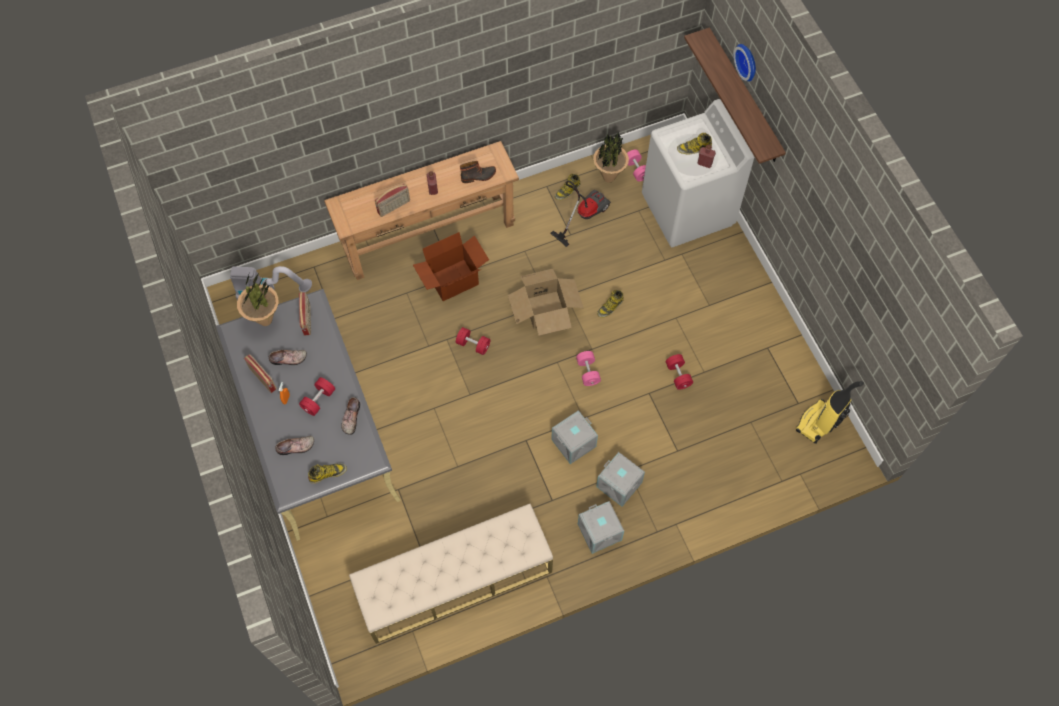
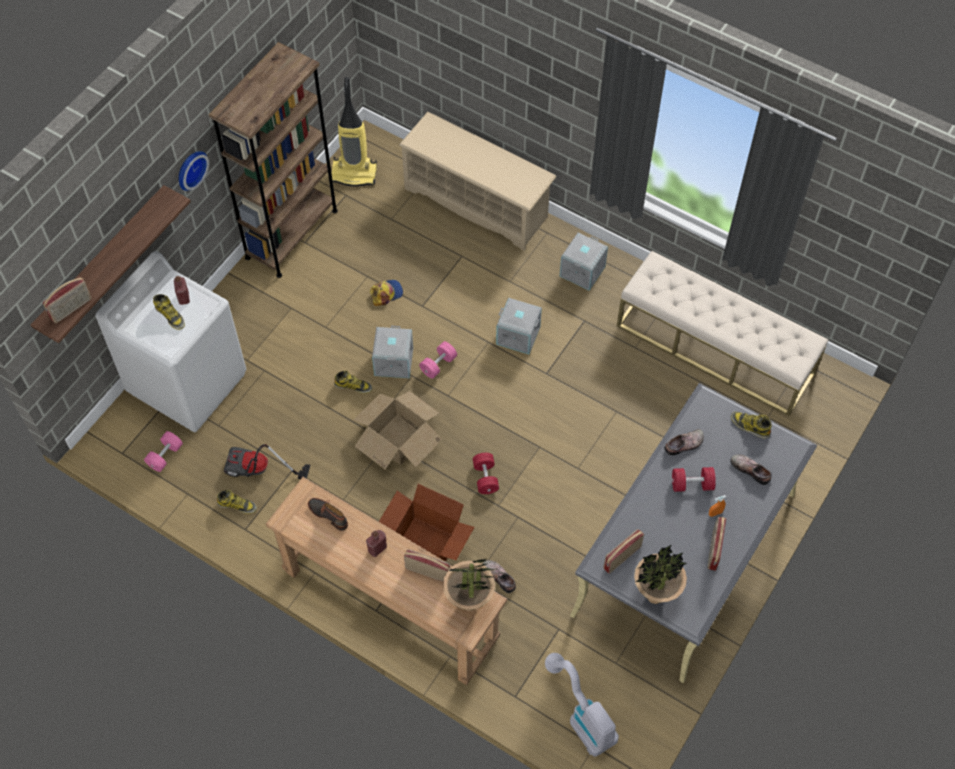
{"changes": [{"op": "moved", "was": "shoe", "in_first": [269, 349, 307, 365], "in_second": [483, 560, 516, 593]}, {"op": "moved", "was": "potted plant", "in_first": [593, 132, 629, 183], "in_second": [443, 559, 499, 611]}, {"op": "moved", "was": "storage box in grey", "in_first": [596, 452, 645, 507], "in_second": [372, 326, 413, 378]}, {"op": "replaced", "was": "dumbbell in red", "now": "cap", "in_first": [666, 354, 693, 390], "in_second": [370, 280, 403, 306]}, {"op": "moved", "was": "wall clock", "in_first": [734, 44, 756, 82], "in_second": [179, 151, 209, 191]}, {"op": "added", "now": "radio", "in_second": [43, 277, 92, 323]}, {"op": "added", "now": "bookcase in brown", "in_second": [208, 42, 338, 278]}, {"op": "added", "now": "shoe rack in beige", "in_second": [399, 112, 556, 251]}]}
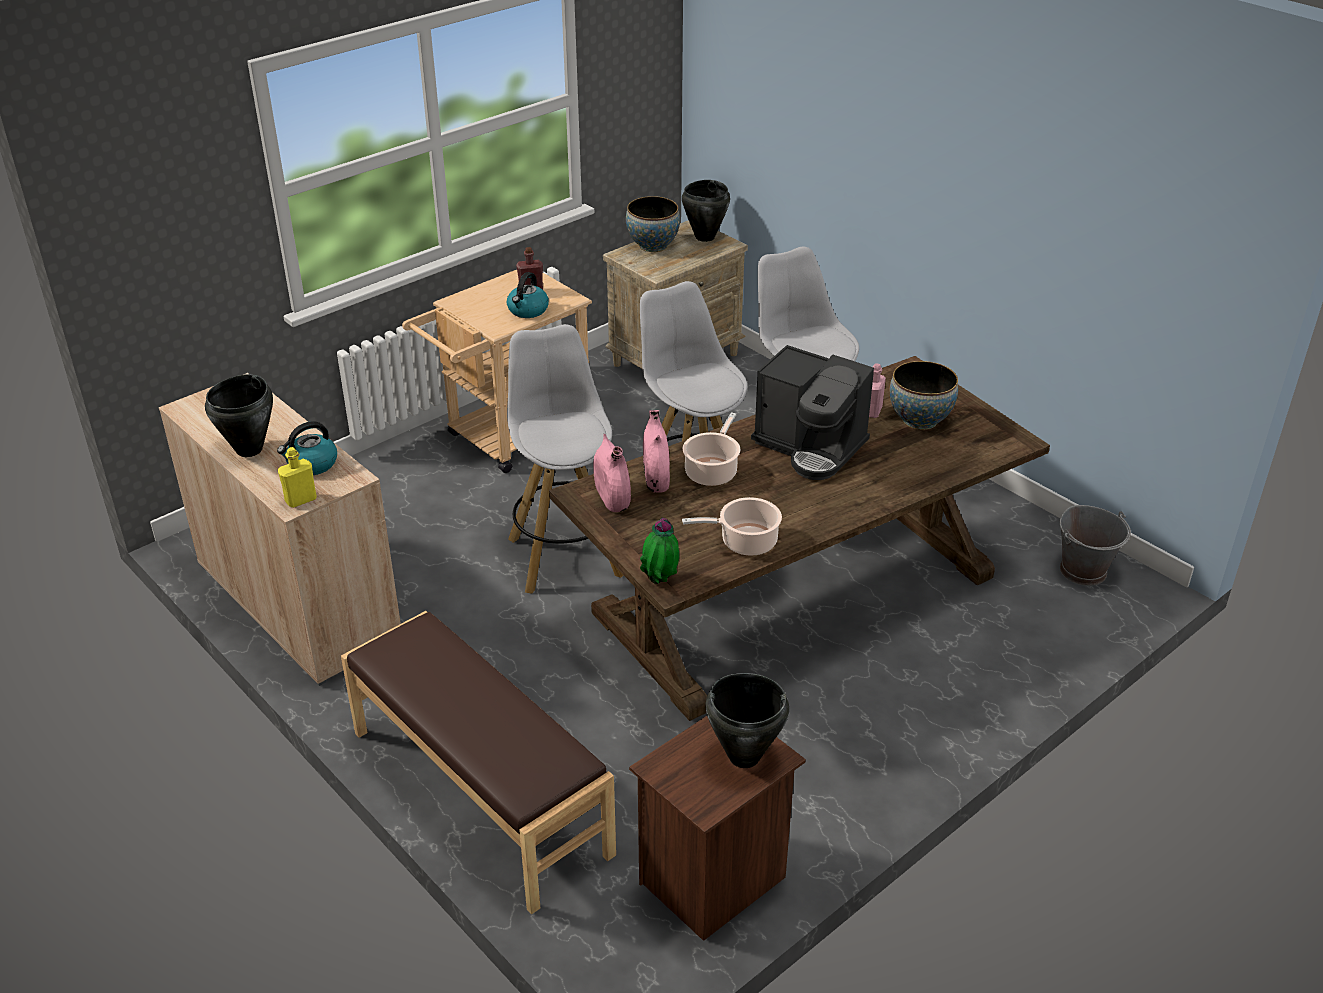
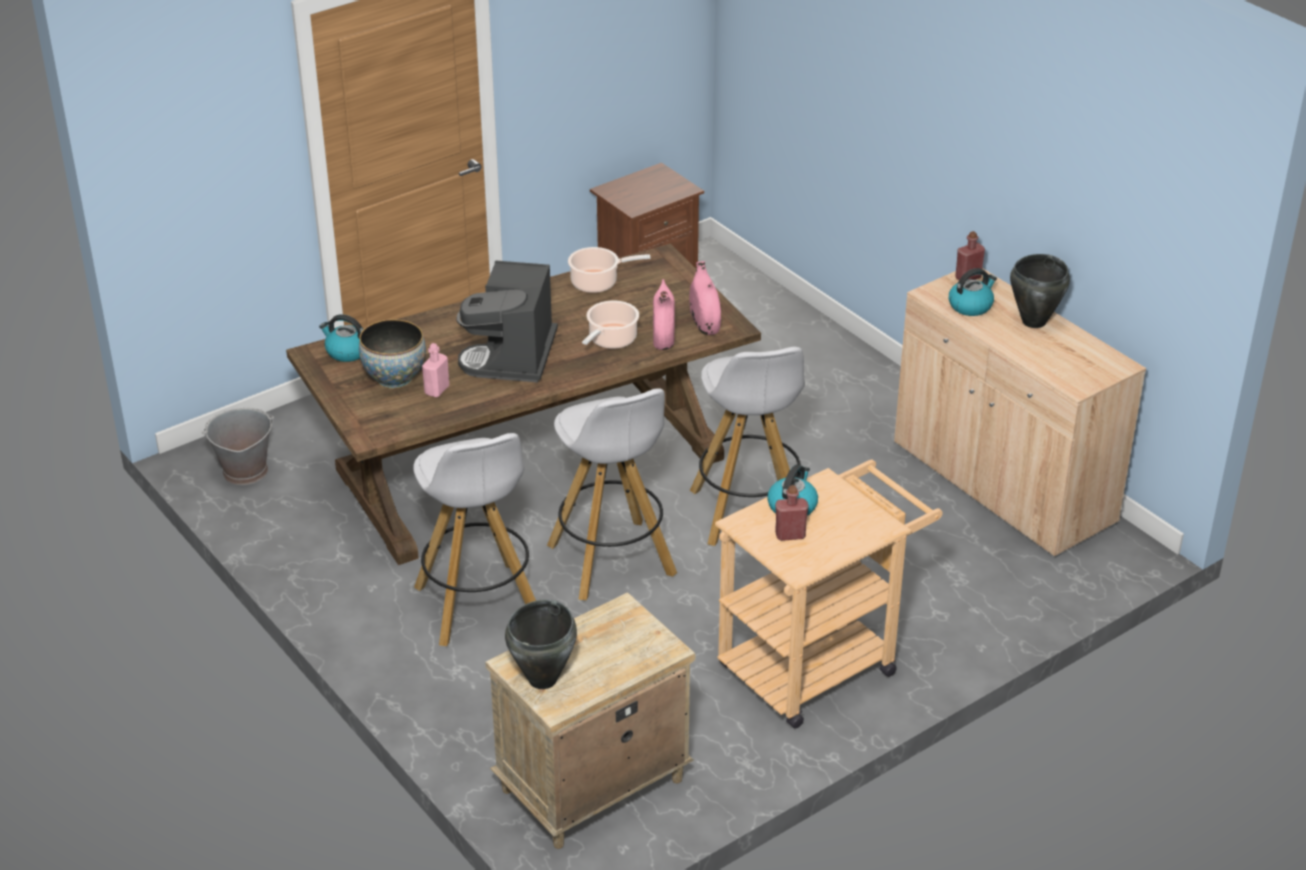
{"changes": [{"op": "recoloured", "was": "bottle in yellow", "now": "bottle in red", "in_first": [278, 447, 317, 508], "in_second": [955, 231, 985, 280]}, {"op": "removed", "was": "bench in brown", "in_first": [341, 611, 616, 914]}, {"op": "removed", "was": "bowl", "in_first": [626, 196, 680, 252]}, {"op": "removed", "was": "potted plant", "in_first": [640, 518, 679, 584]}, {"op": "removed", "was": "cooking pot in black", "in_first": [705, 673, 789, 768]}, {"op": "turned", "was": "coffee machine", "in_first": [751, 345, 874, 480], "in_second": [456, 260, 558, 383], "clockwise": -120}, {"op": "added", "now": "kettle", "in_second": [319, 314, 363, 362]}]}
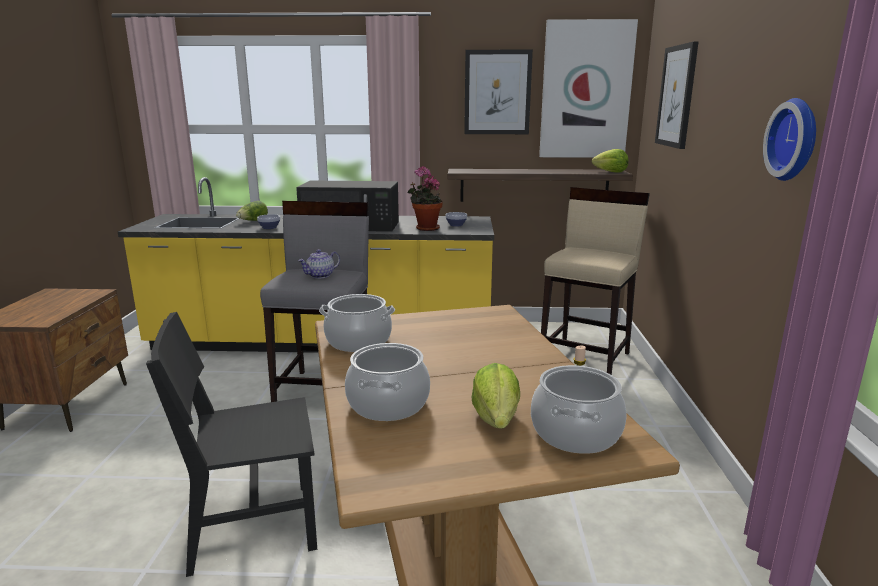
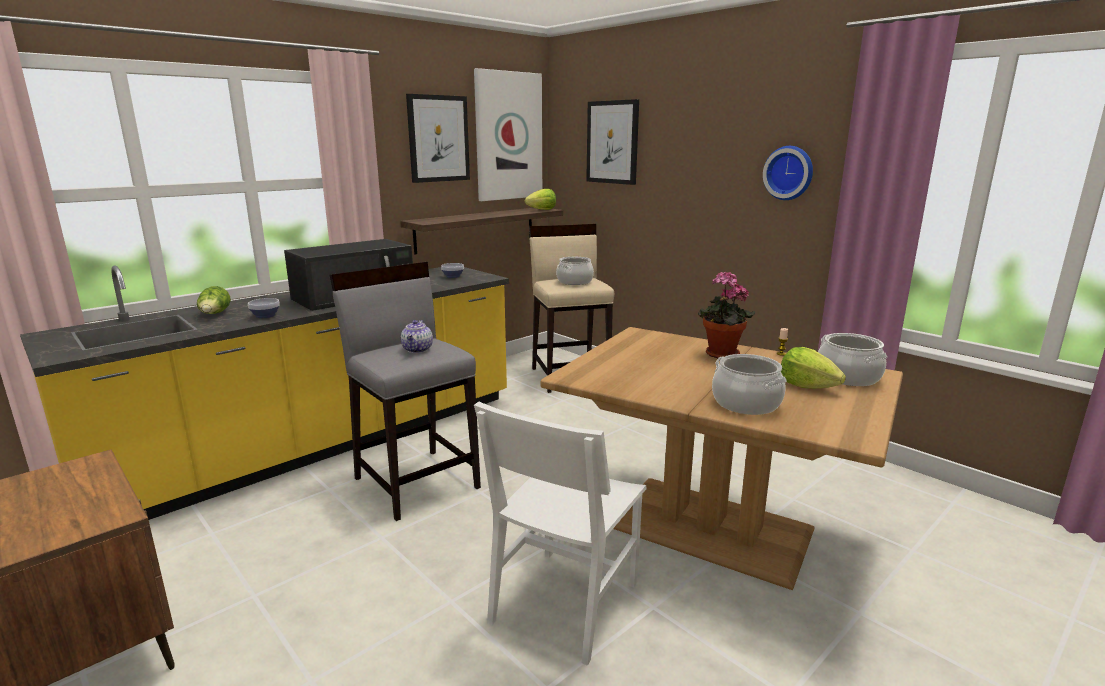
{"changes": [{"op": "recoloured", "was": "chair in black", "now": "chair in white", "in_first": [146, 312, 317, 577], "in_second": [474, 401, 647, 666]}, {"op": "moved", "was": "cooking pot", "in_first": [319, 294, 395, 352], "in_second": [556, 257, 594, 285]}, {"op": "moved", "was": "potted plant", "in_first": [408, 166, 443, 231], "in_second": [698, 272, 755, 358]}]}
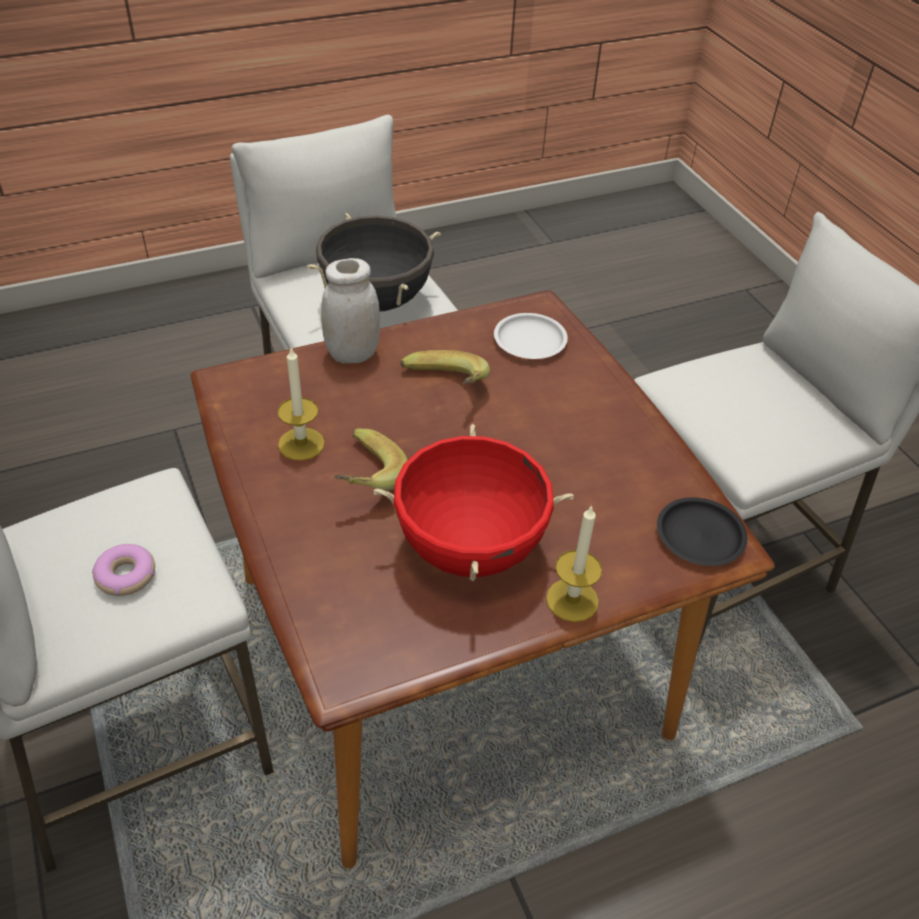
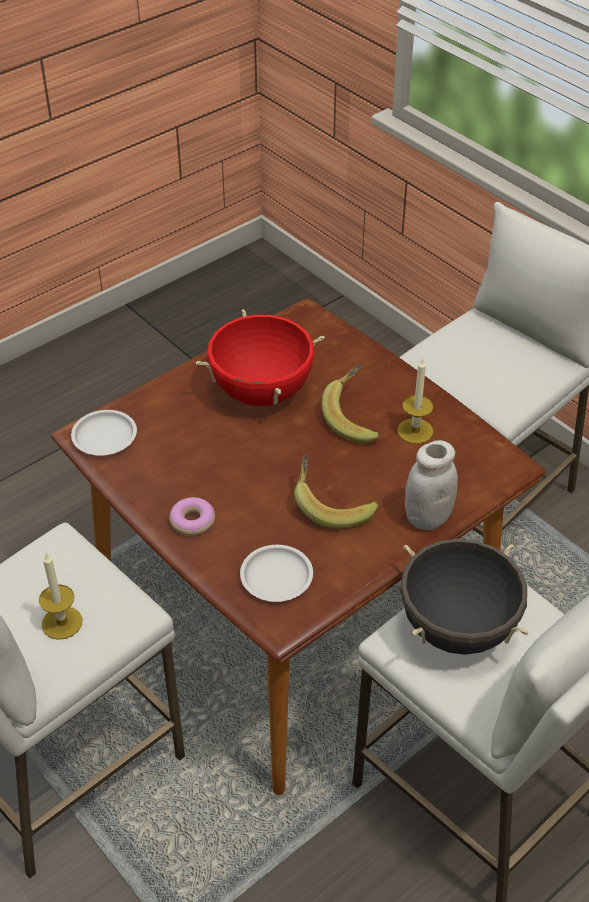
{"changes": [{"op": "moved", "was": "donut", "in_first": [92, 544, 155, 596], "in_second": [169, 497, 215, 536]}, {"op": "moved", "was": "candle", "in_first": [546, 505, 602, 622], "in_second": [39, 553, 82, 640]}, {"op": "recoloured", "was": "plate in black", "now": "plate in white", "in_first": [657, 497, 747, 566], "in_second": [71, 410, 137, 456]}]}
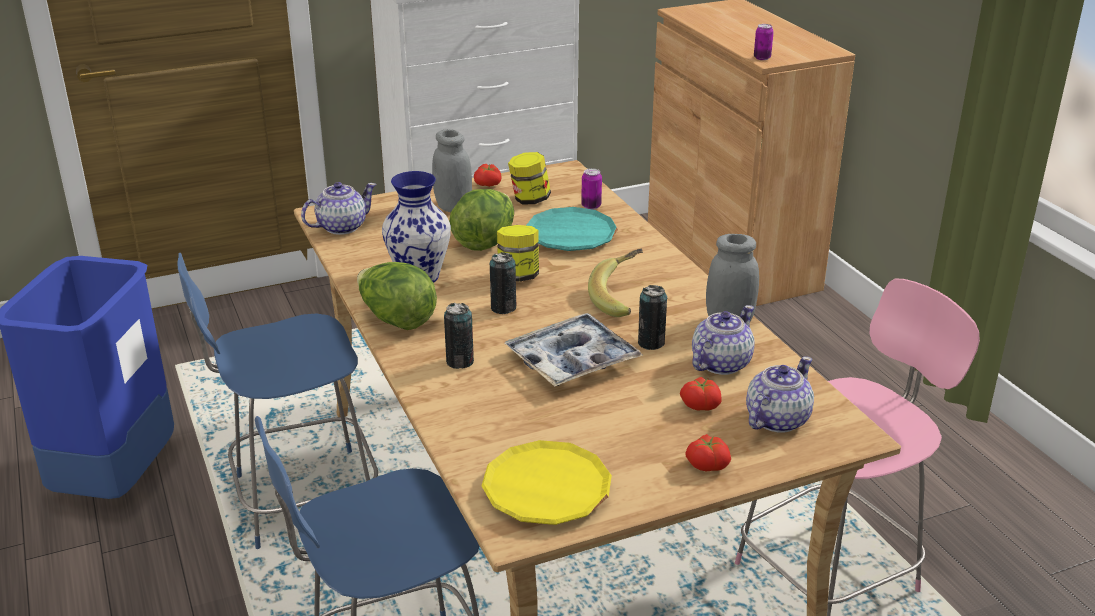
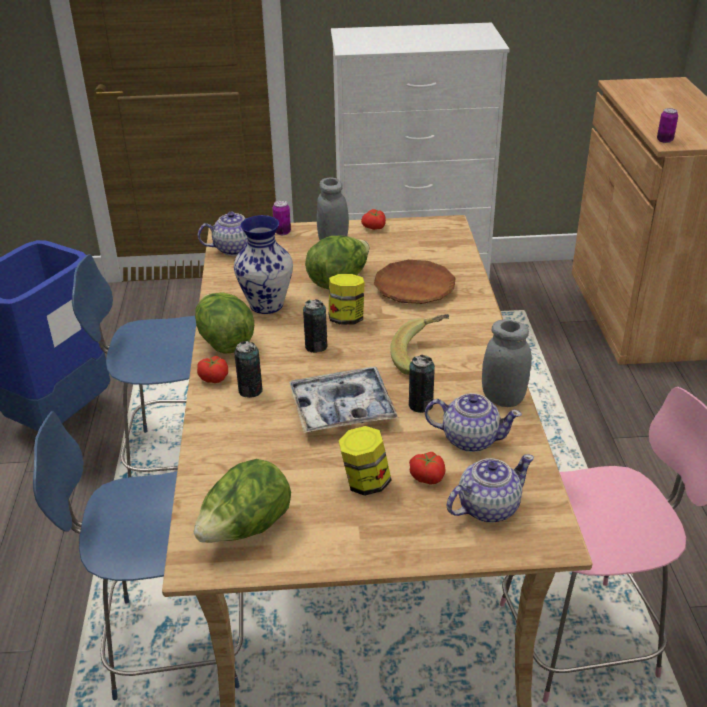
{"changes": [{"op": "replaced", "was": "plate in yellow", "now": "lettuce", "in_first": [482, 440, 612, 525], "in_second": [194, 459, 291, 543]}, {"op": "moved", "was": "jar", "in_first": [508, 152, 551, 205], "in_second": [338, 426, 392, 496]}, {"op": "recoloured", "was": "plate in turquoise", "now": "plate in brown", "in_first": [526, 207, 618, 251], "in_second": [374, 260, 456, 304]}, {"op": "moved", "was": "can", "in_first": [581, 168, 602, 210], "in_second": [273, 200, 291, 235]}, {"op": "moved", "was": "tomato", "in_first": [685, 434, 731, 472], "in_second": [197, 356, 228, 383]}, {"op": "turned", "was": "teapot", "in_first": [692, 305, 755, 375], "in_second": [425, 393, 522, 452], "clockwise": 45}]}
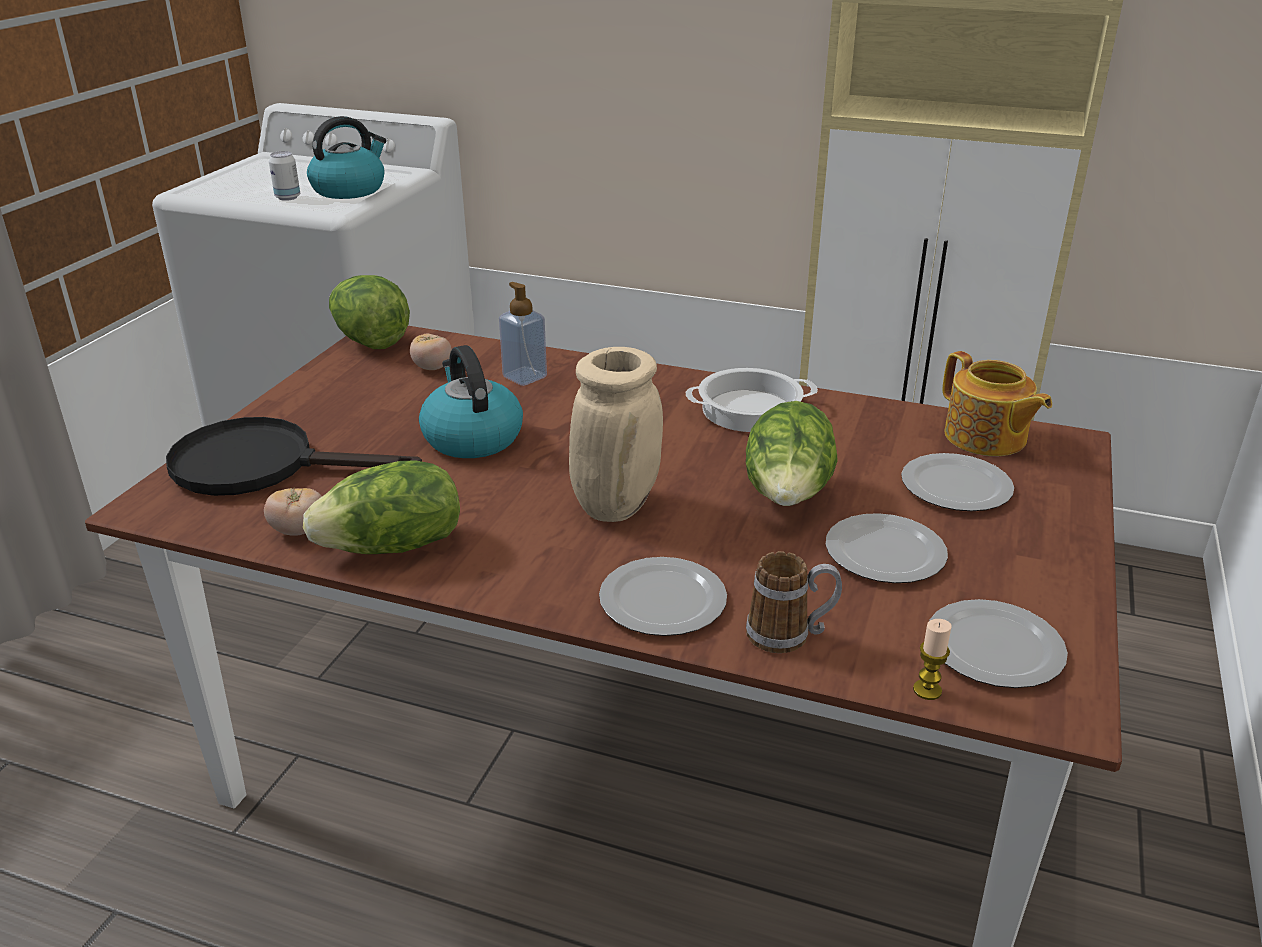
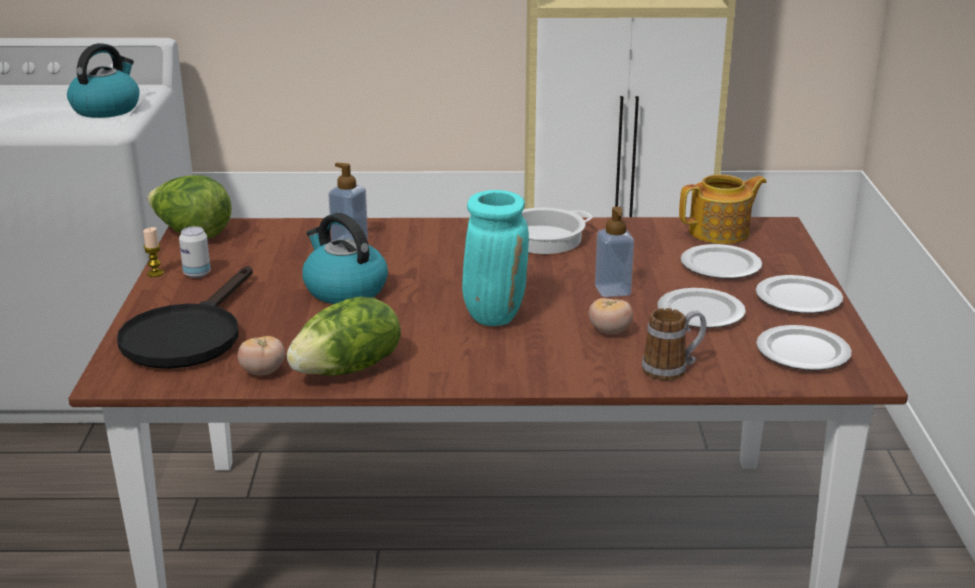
{"changes": [{"op": "turned", "was": "frying pan in black", "in_first": [166, 417, 422, 496], "in_second": [117, 266, 253, 369], "clockwise": -60}, {"op": "moved", "was": "can", "in_first": [269, 151, 300, 201], "in_second": [179, 226, 211, 278]}, {"op": "moved", "was": "tomato", "in_first": [410, 333, 452, 370], "in_second": [589, 298, 633, 334]}, {"op": "recoloured", "was": "vase in beige", "now": "vase in turquoise", "in_first": [569, 347, 663, 522], "in_second": [462, 190, 529, 326]}, {"op": "moved", "was": "plate", "in_first": [599, 557, 727, 636], "in_second": [756, 275, 843, 314]}, {"op": "replaced", "was": "lettuce", "now": "soap dispenser", "in_first": [746, 401, 838, 506], "in_second": [595, 206, 634, 297]}, {"op": "moved", "was": "candle", "in_first": [913, 619, 952, 700], "in_second": [143, 227, 164, 277]}, {"op": "turned", "was": "teapot", "in_first": [943, 351, 1052, 456], "in_second": [679, 174, 767, 244], "clockwise": -60}]}
